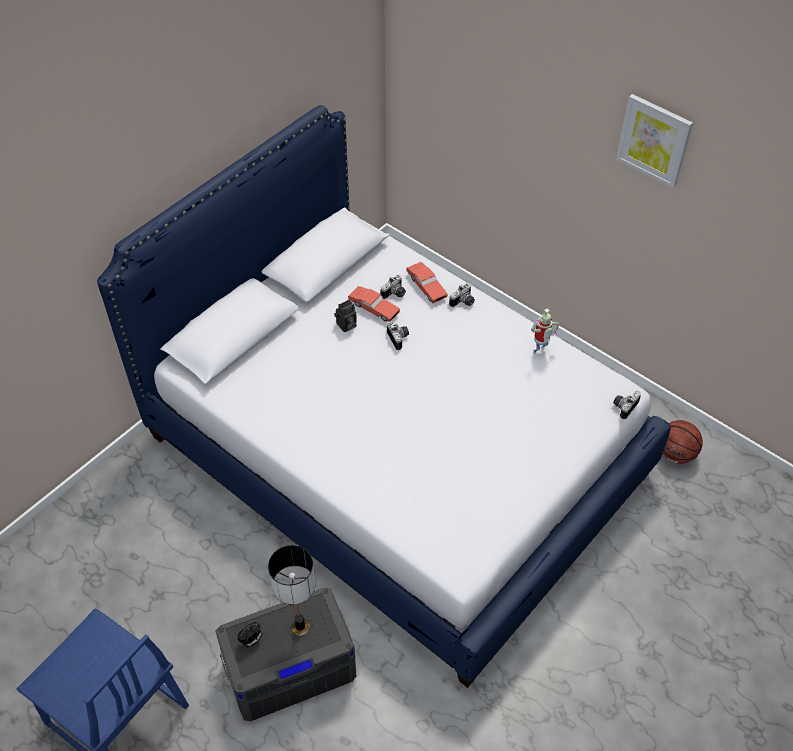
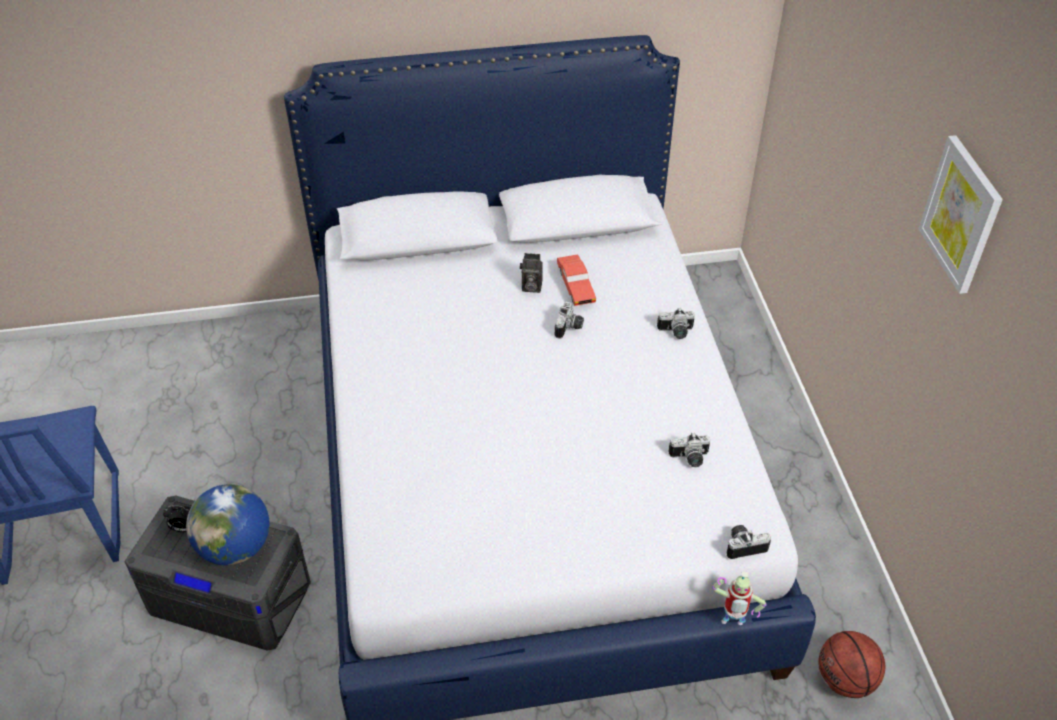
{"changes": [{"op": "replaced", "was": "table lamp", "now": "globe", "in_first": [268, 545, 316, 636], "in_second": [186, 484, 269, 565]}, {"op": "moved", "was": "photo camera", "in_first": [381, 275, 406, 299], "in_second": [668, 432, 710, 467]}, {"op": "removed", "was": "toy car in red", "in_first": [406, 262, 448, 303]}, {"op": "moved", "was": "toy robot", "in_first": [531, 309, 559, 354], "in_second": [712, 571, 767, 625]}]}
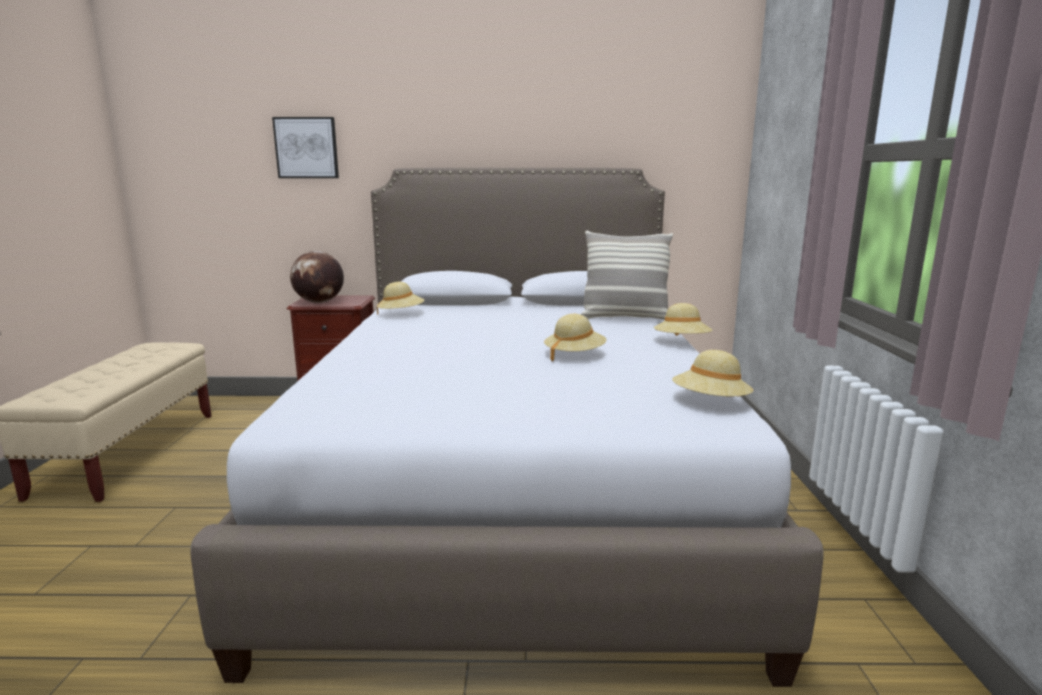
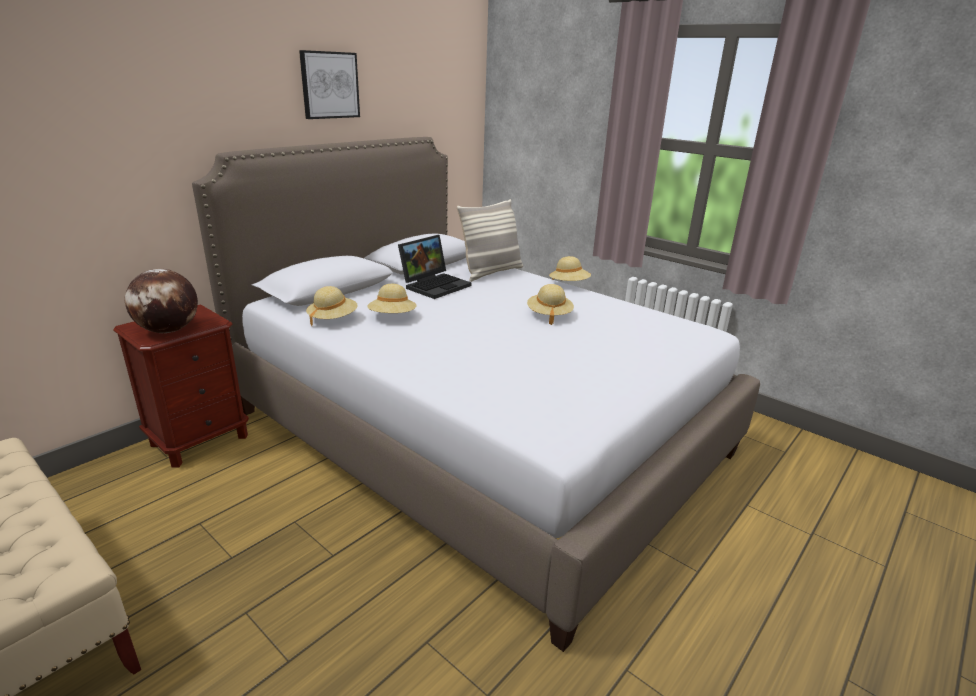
{"changes": [{"op": "moved", "was": "picture", "in_first": [272, 117, 339, 178], "in_second": [299, 50, 360, 119]}, {"op": "moved", "was": "hat in beige", "in_first": [672, 350, 754, 396], "in_second": [367, 284, 416, 313]}, {"op": "added", "now": "laptop", "in_second": [398, 235, 472, 299]}]}
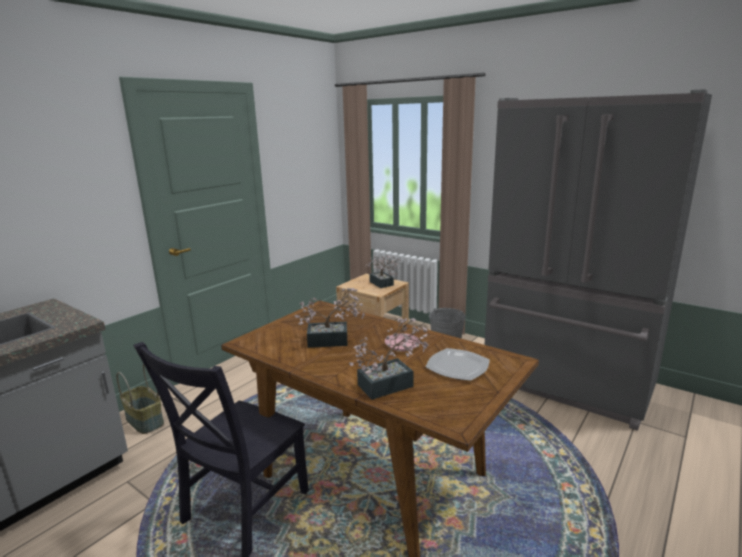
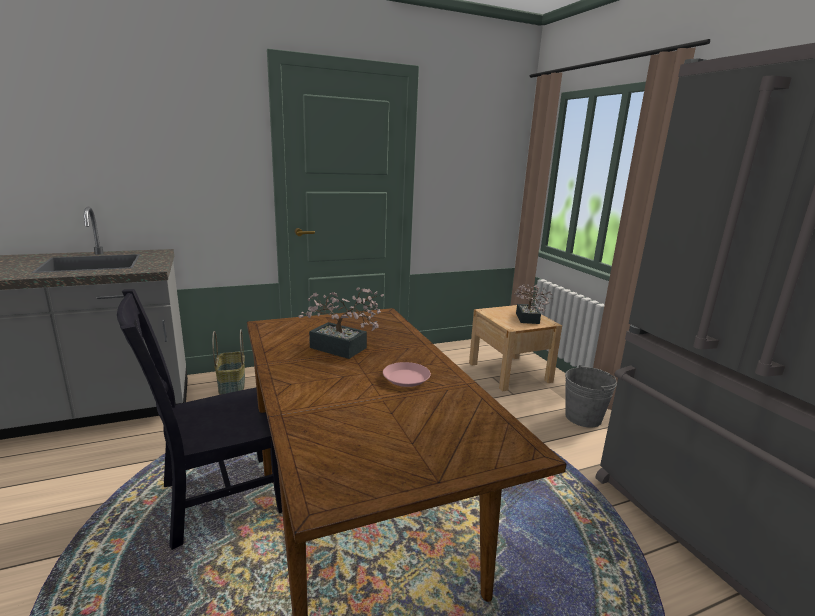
{"changes": [{"op": "removed", "was": "potted plant", "in_first": [349, 318, 429, 400]}, {"op": "removed", "was": "plate", "in_first": [426, 348, 490, 381]}]}
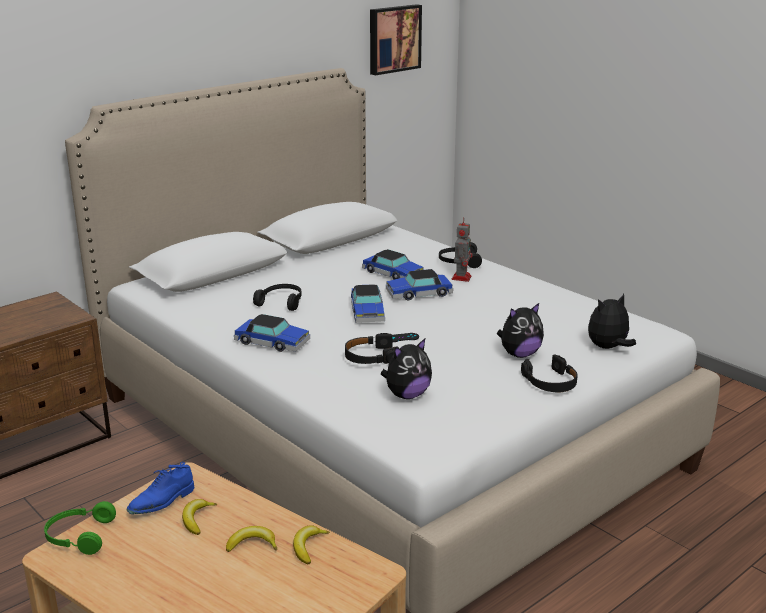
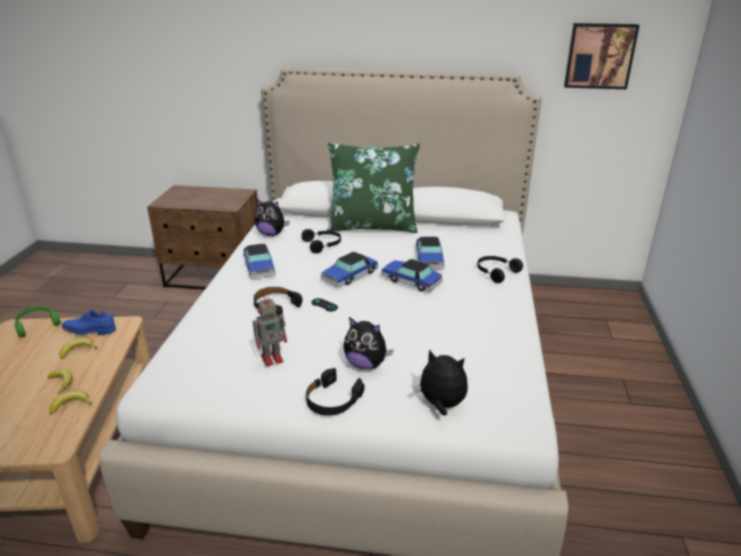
{"changes": [{"op": "moved", "was": "plush toy", "in_first": [381, 339, 432, 399], "in_second": [254, 199, 289, 236]}, {"op": "moved", "was": "toy robot", "in_first": [452, 218, 473, 282], "in_second": [253, 294, 287, 366]}, {"op": "added", "now": "pillow in green", "in_second": [327, 143, 420, 233]}]}
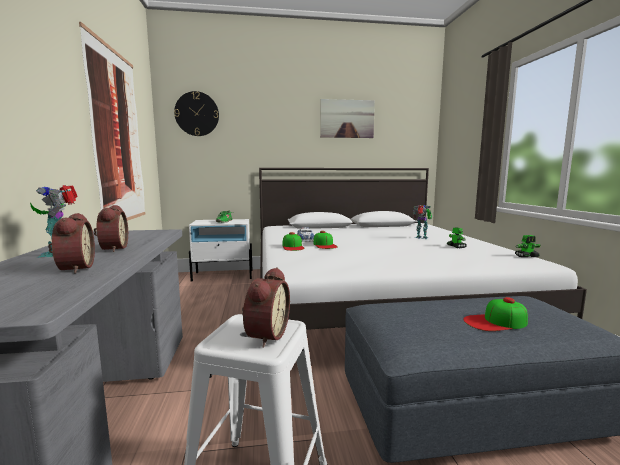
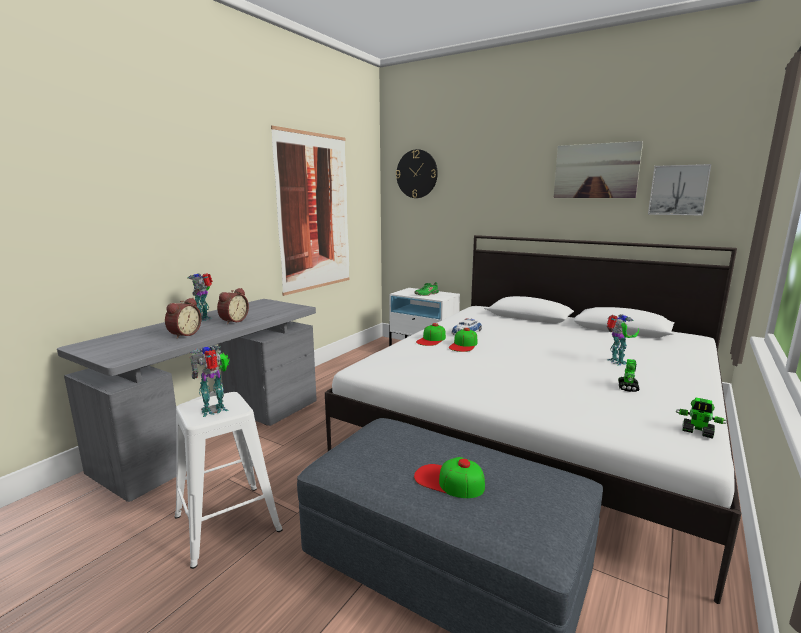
{"changes": [{"op": "replaced", "was": "alarm clock", "now": "toy robot", "in_first": [242, 267, 290, 348], "in_second": [189, 345, 230, 417]}, {"op": "added", "now": "picture", "in_second": [648, 164, 711, 216]}]}
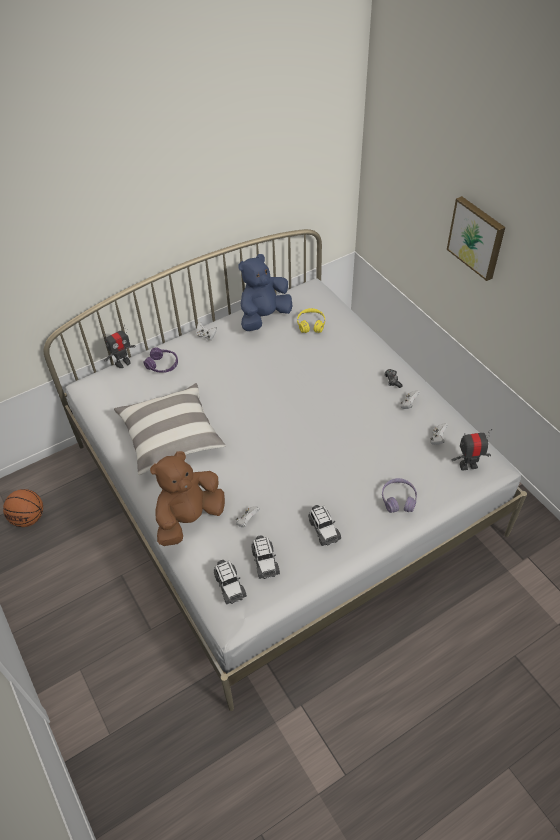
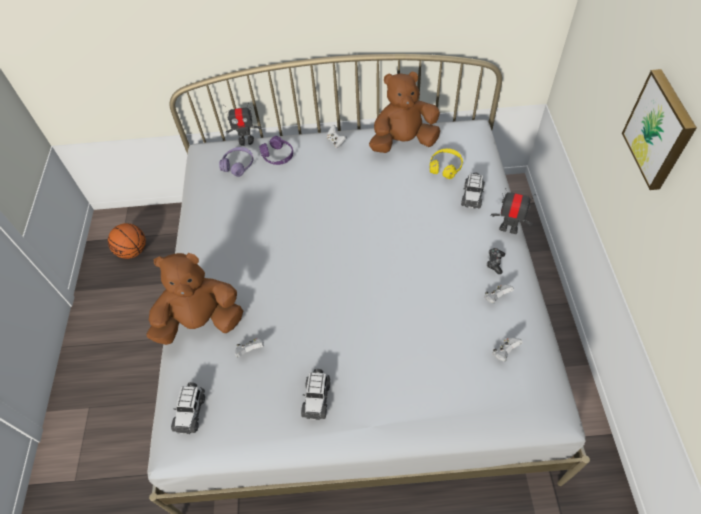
{"changes": [{"op": "removed", "was": "pillow", "in_first": [114, 383, 226, 475]}, {"op": "recoloured", "was": "plush toy in blue", "now": "plush toy in brown", "in_first": [239, 254, 292, 331], "in_second": [369, 72, 440, 153]}, {"op": "moved", "was": "toy car", "in_first": [251, 535, 280, 579], "in_second": [461, 172, 485, 209]}, {"op": "moved", "was": "headphones in purple", "in_first": [382, 478, 417, 513], "in_second": [219, 147, 253, 177]}, {"op": "moved", "was": "toy robot", "in_first": [452, 429, 492, 470], "in_second": [491, 188, 536, 234]}]}
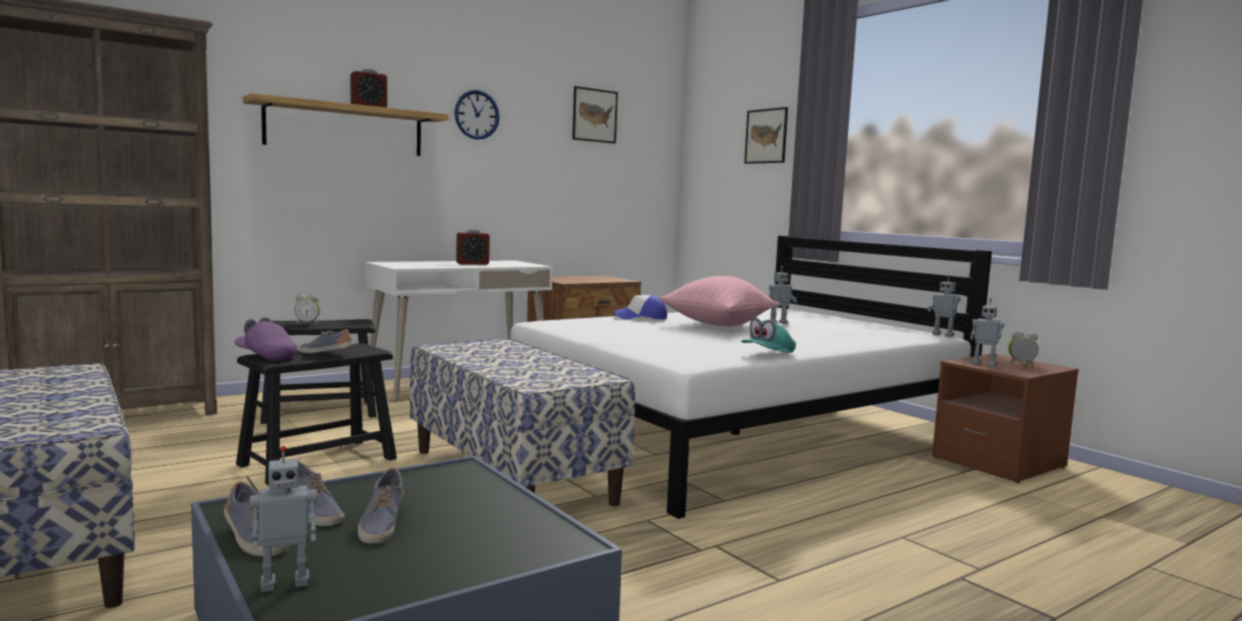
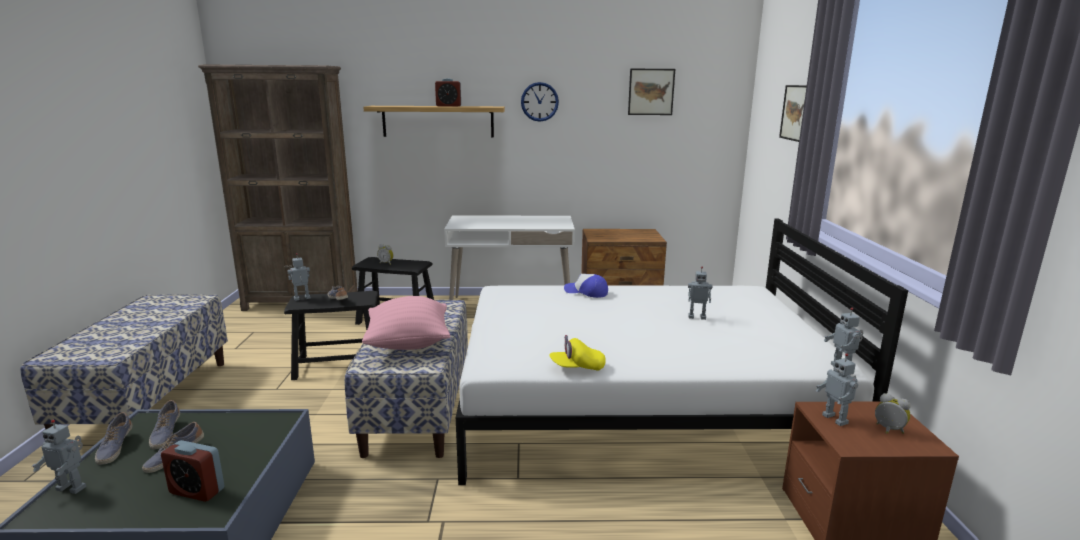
{"changes": [{"op": "replaced", "was": "cap in purple", "now": "toy robot", "in_first": [235, 317, 297, 361], "in_second": [288, 253, 310, 301]}, {"op": "moved", "was": "alarm clock", "in_first": [456, 229, 490, 265], "in_second": [161, 440, 225, 502]}, {"op": "moved", "was": "pillow in pink", "in_first": [659, 276, 780, 326], "in_second": [362, 296, 450, 350]}, {"op": "recoloured", "was": "cap in turquoise", "now": "cap in yellow", "in_first": [741, 318, 796, 353], "in_second": [549, 335, 606, 371]}]}
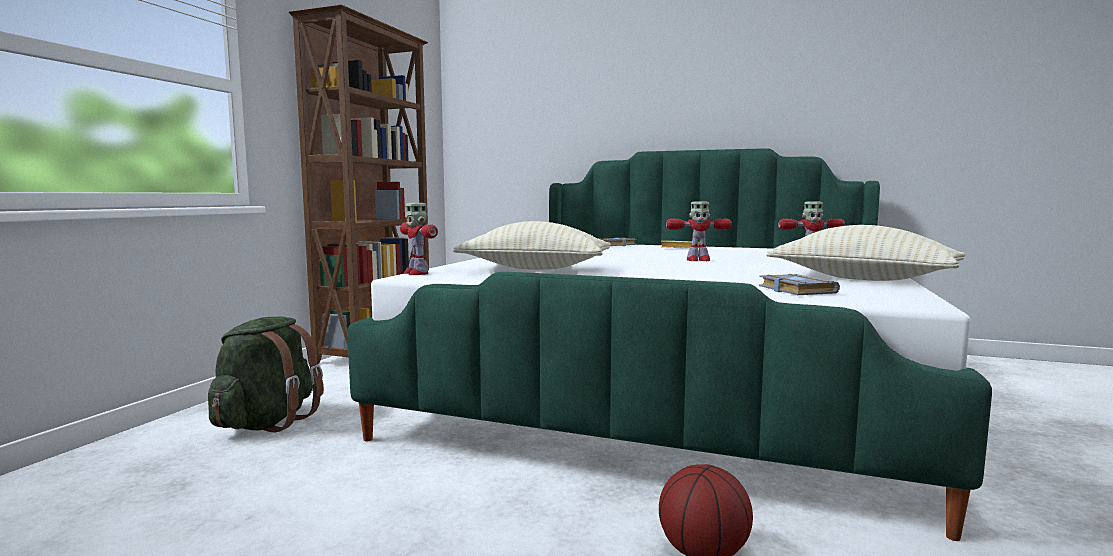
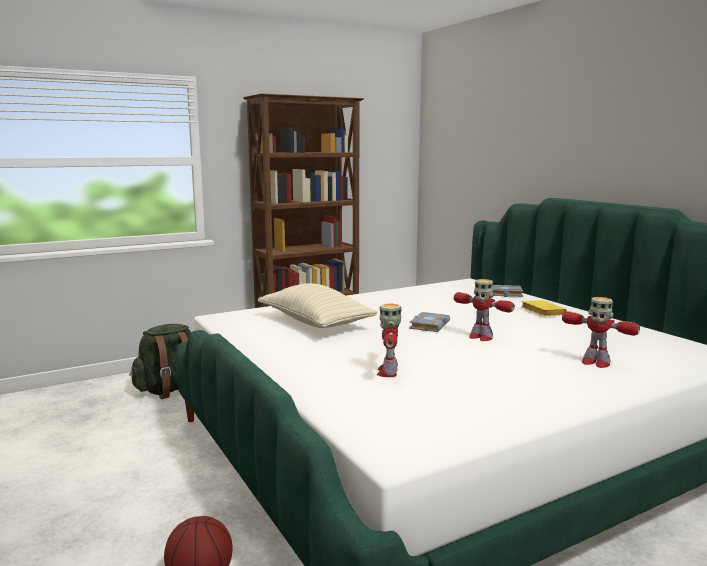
{"changes": [{"op": "moved", "was": "toy robot", "in_first": [400, 203, 438, 275], "in_second": [377, 304, 402, 377]}, {"op": "moved", "was": "book in grey", "in_first": [759, 274, 840, 295], "in_second": [409, 312, 450, 332]}, {"op": "removed", "was": "pillow in beige", "in_first": [766, 225, 966, 281]}]}
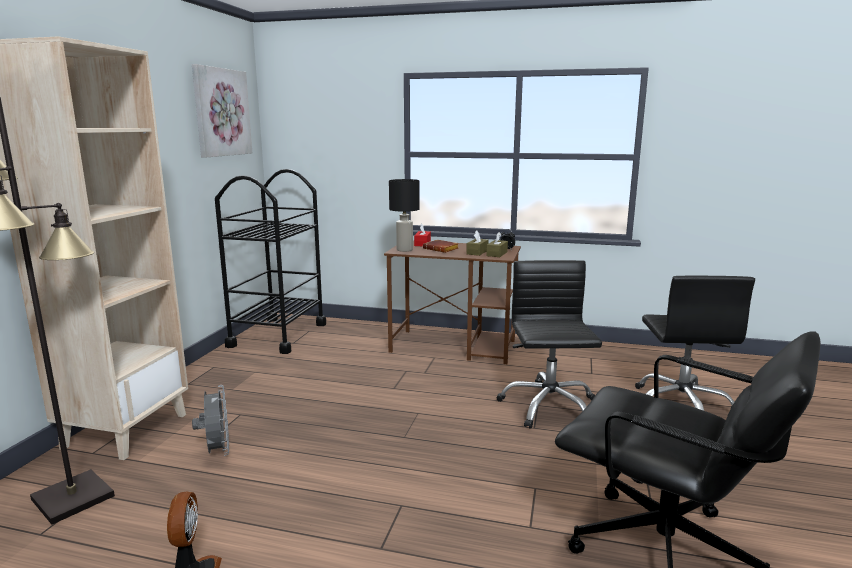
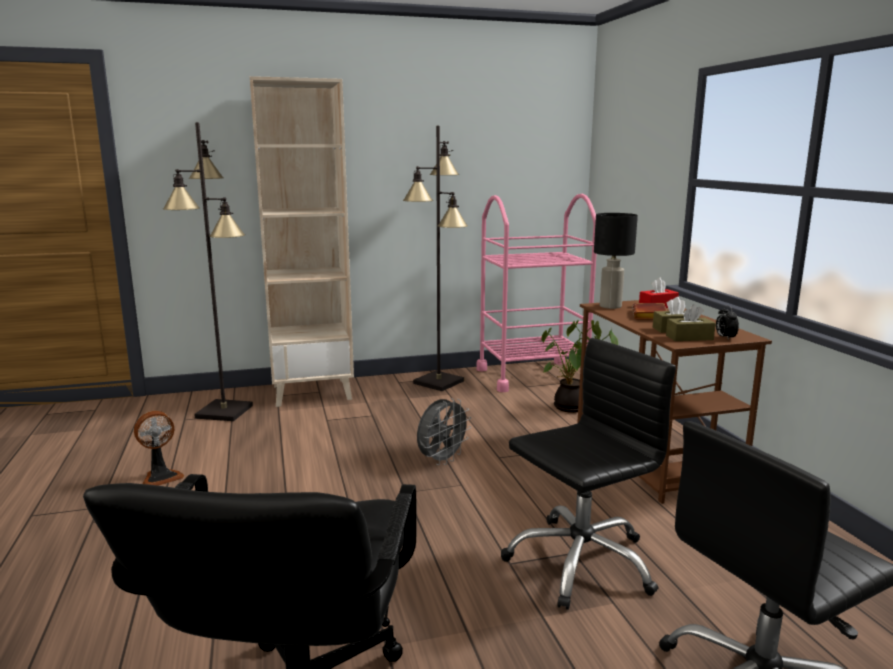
{"changes": [{"op": "removed", "was": "picture", "in_first": [192, 64, 252, 158]}, {"op": "moved", "was": "fan in grey", "in_first": [192, 385, 229, 456], "in_second": [417, 398, 471, 465]}, {"op": "recoloured", "was": "cart in black", "now": "cart in pink", "in_first": [215, 169, 326, 354], "in_second": [476, 194, 597, 392]}, {"op": "added", "now": "floor lamp in black", "in_second": [403, 126, 468, 391]}, {"op": "added", "now": "potted plant", "in_second": [541, 320, 618, 413]}]}
